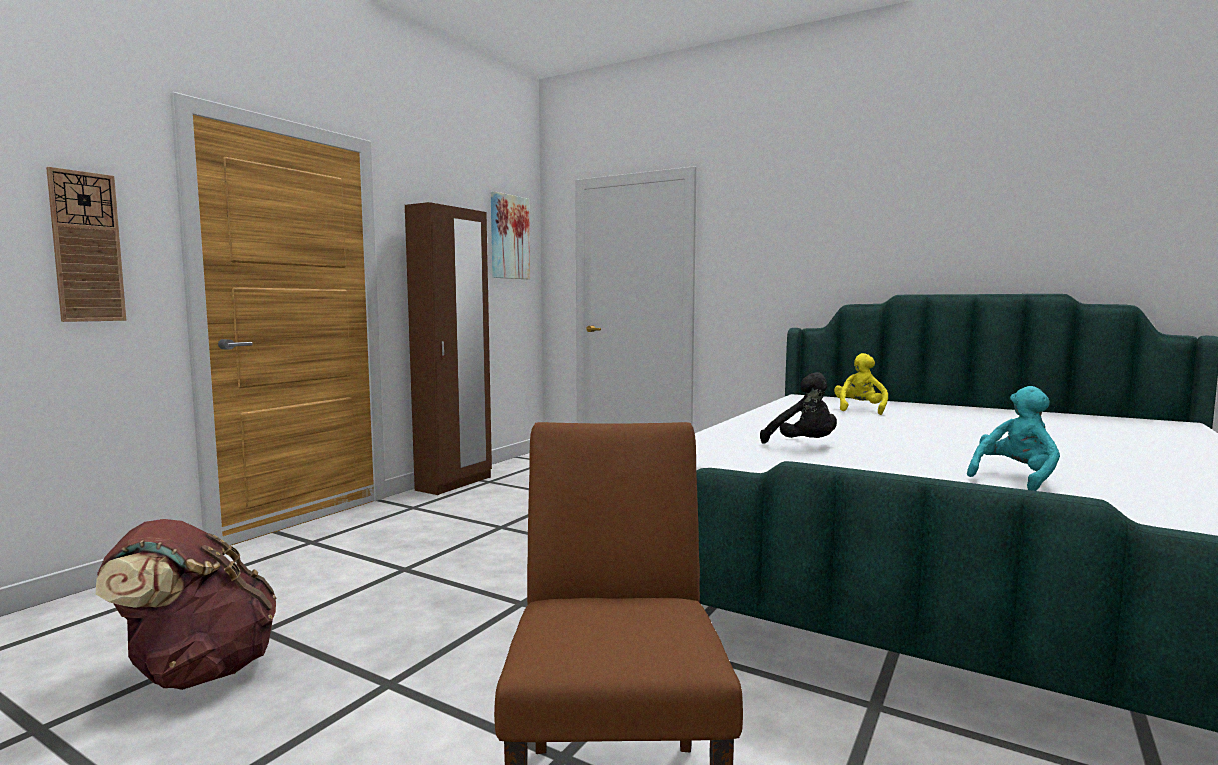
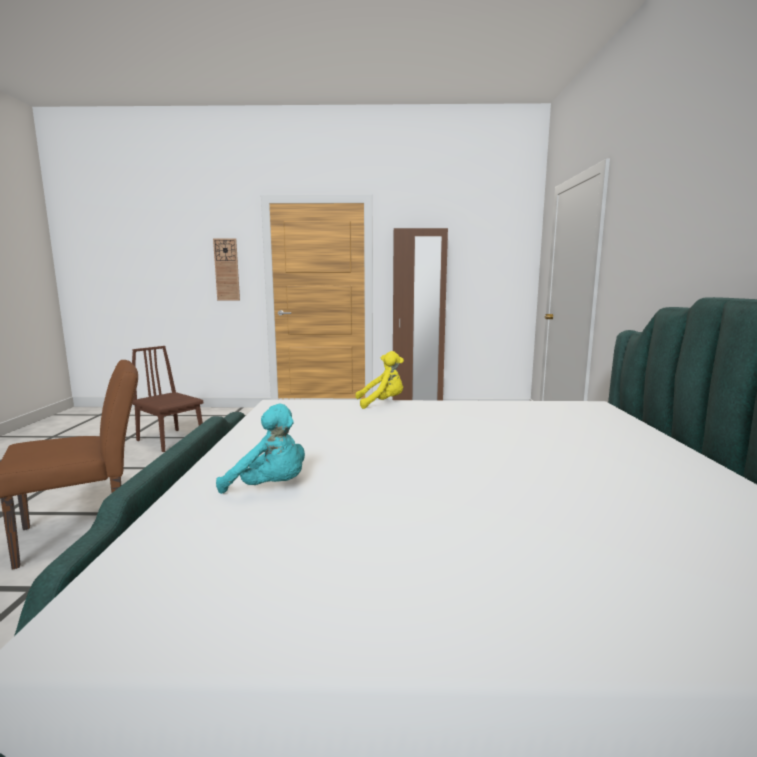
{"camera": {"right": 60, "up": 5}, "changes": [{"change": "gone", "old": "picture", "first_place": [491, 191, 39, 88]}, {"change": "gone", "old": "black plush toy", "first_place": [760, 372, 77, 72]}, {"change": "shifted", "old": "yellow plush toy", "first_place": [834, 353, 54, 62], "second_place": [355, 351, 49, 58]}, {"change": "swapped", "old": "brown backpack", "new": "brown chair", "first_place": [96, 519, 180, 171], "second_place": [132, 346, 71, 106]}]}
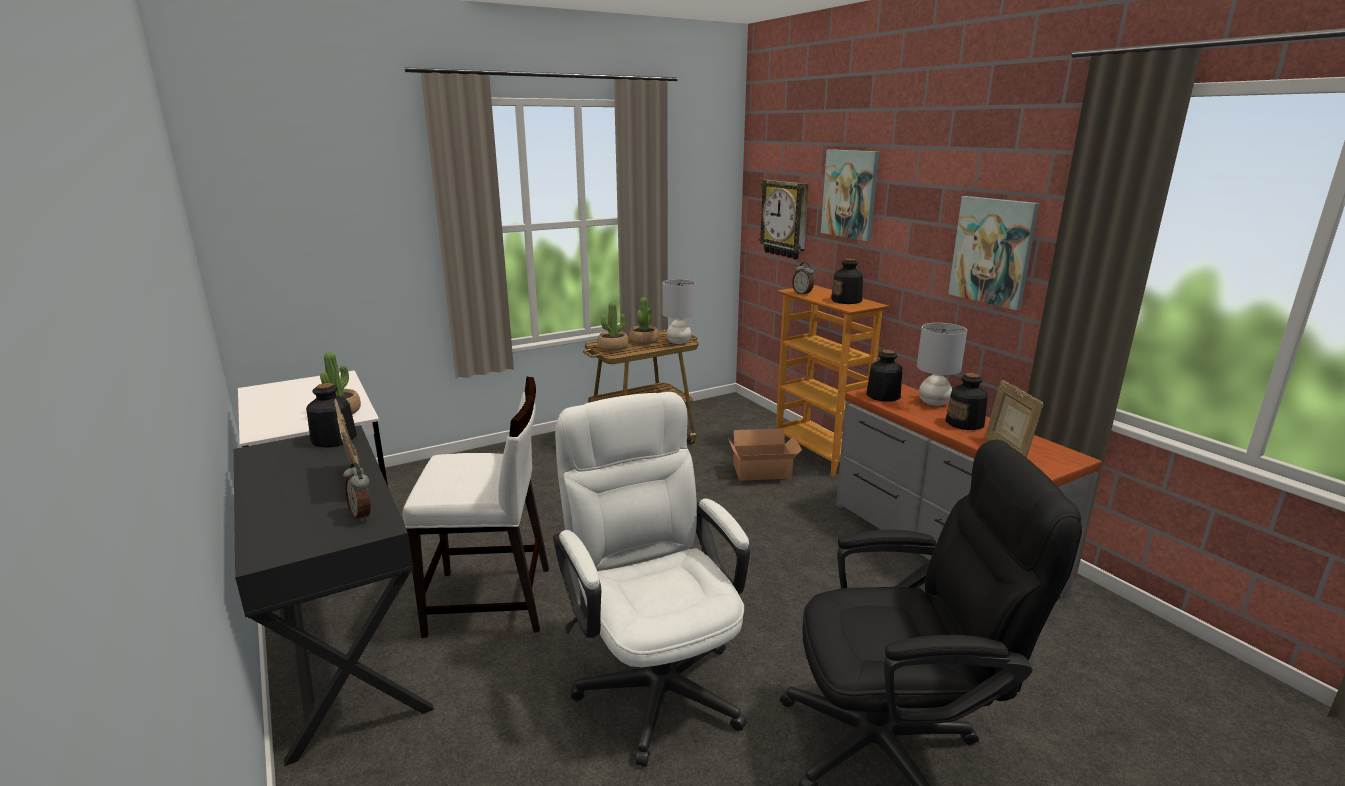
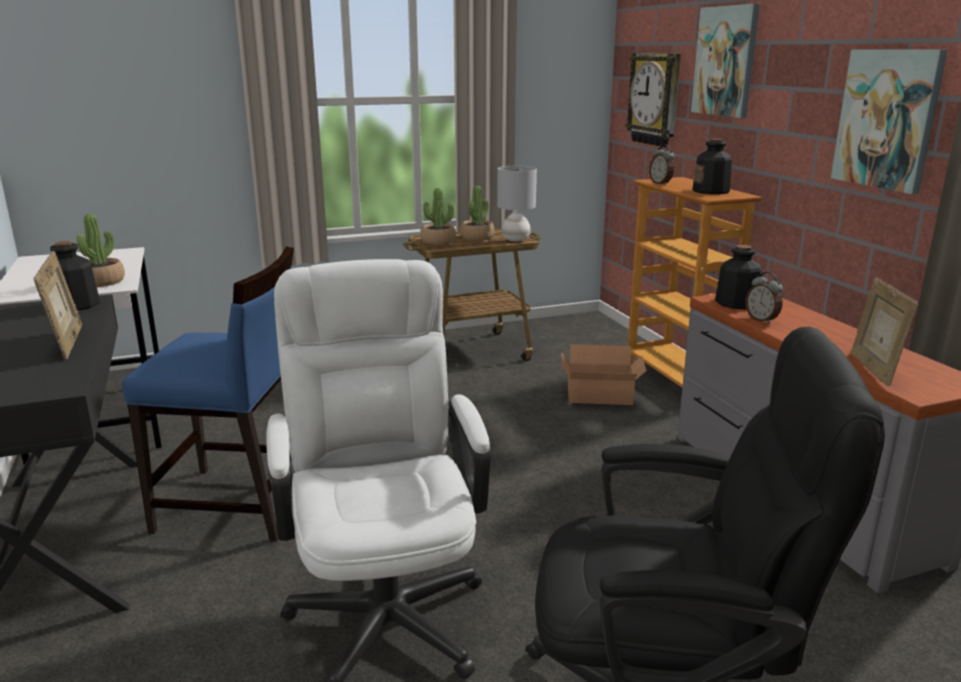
{"camera": {"right": 10, "up": 0}, "changes": [{"change": "gone", "old": "grey table lamp", "first_place": [917, 323, 50, 83]}, {"change": "gone", "old": "bottle", "first_place": [945, 373, 43, 57]}, {"change": "shifted", "old": "alarm clock", "first_place": [343, 463, 28, 59], "second_place": [745, 272, 38, 52]}, {"change": "repainted", "old": "white chair", "new": "blue chair", "first_place": [403, 377, 146, 261], "second_place": [122, 247, 172, 295]}]}
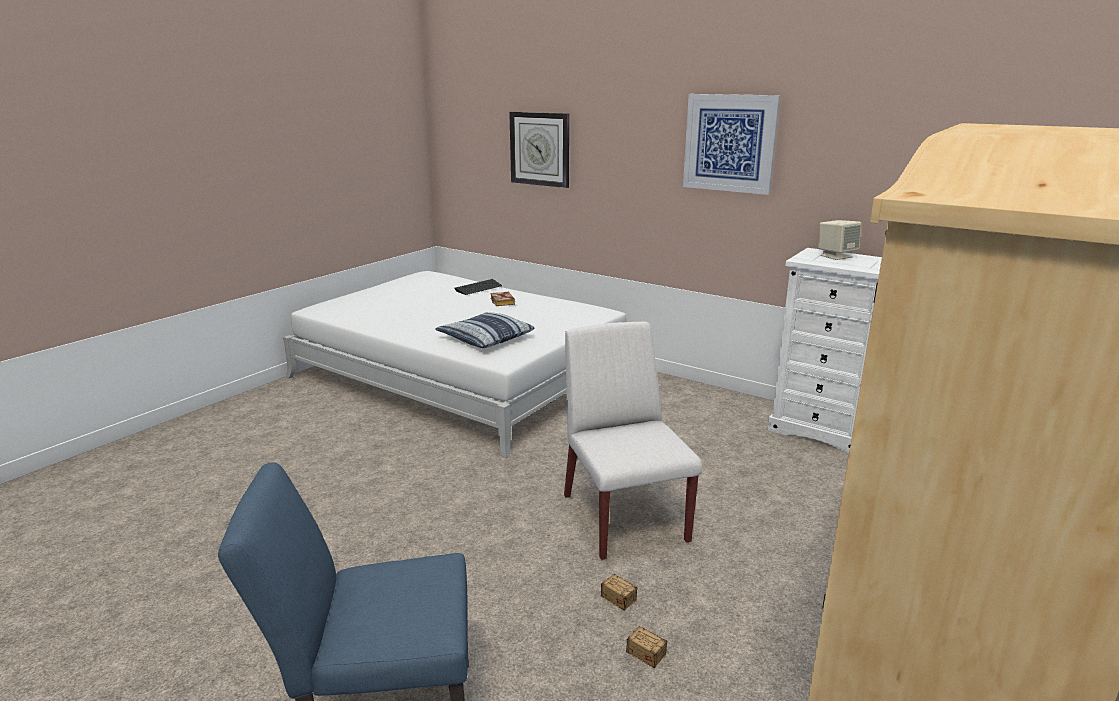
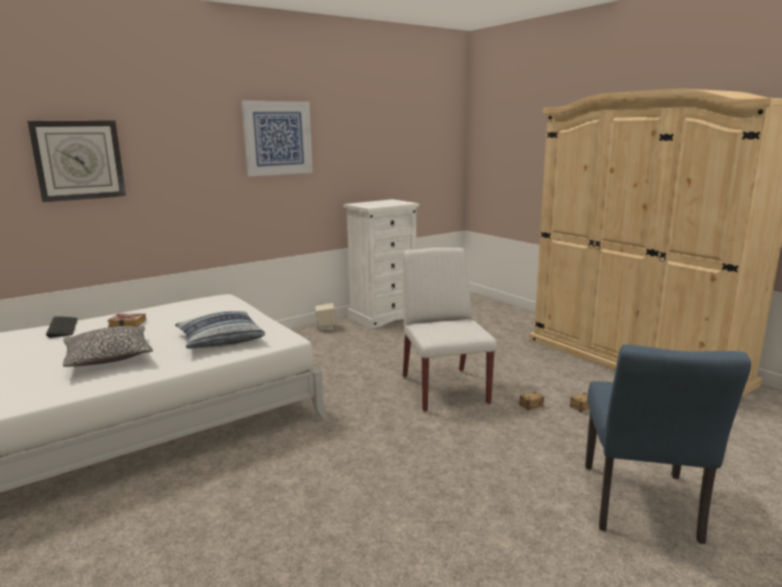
{"camera": {"right": -70, "up": -5}, "changes": [{"change": "new", "new": "pillow", "second_place": [62, 326, 91, 41]}, {"change": "shifted", "old": "beige speaker", "first_place": [818, 220, 43, 40], "second_place": [315, 303, 22, 27]}, {"change": "rotated", "old": "white chair", "first_place": [564, 321, 138, 239], "second_place": [403, 248, 94, 164], "degrees": 75}]}
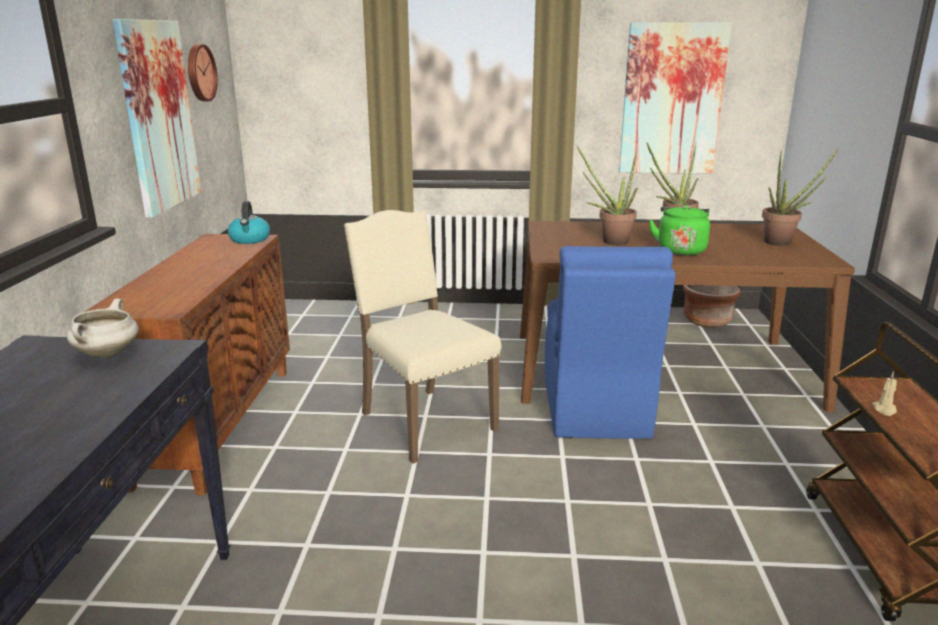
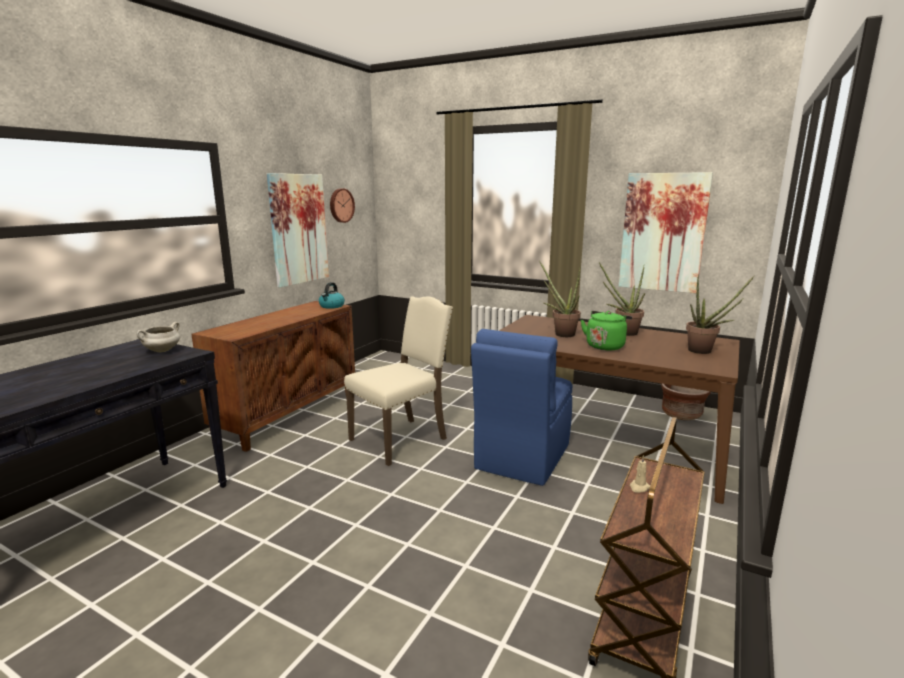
{"camera": {"right": 25, "up": -5}, "changes": [{"change": "rotated", "old": "beige chair", "first_place": [344, 210, 157, 253], "second_place": [344, 296, 109, 170], "degrees": 60}]}
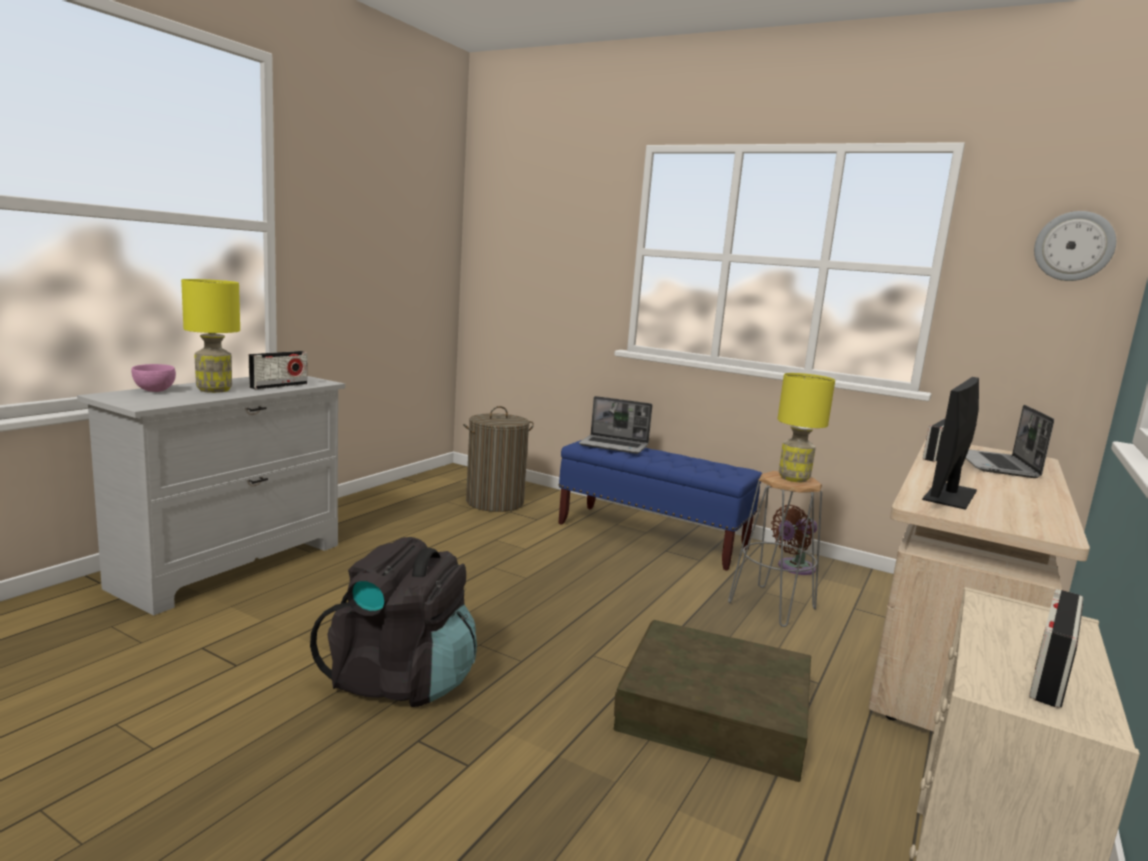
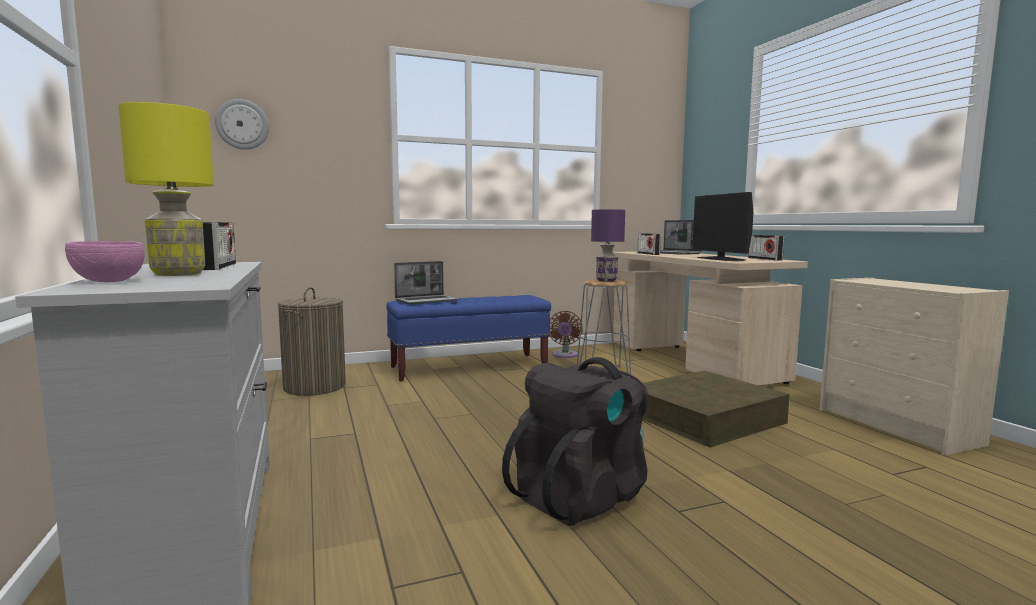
{"camera": {"right": -50, "up": -5}, "changes": [{"change": "shifted", "old": "radio", "first_place": [1029, 589, 55, 119], "second_place": [748, 235, 36, 26]}, {"change": "shifted", "old": "wall clock", "first_place": [1034, 211, 82, 70], "second_place": [215, 99, 54, 51]}, {"change": "repainted", "old": "yellow table lamp", "new": "purple table lamp", "first_place": [778, 373, 57, 109], "second_place": [591, 209, 34, 73]}]}
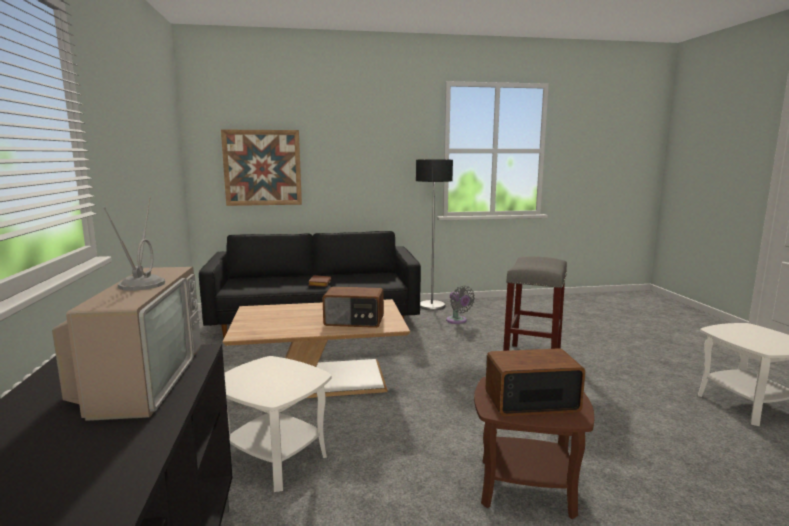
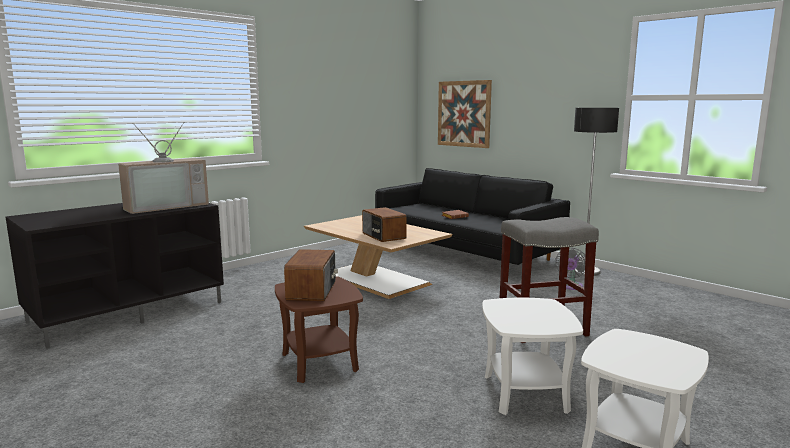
{"camera": {"right": 55, "up": 0}, "changes": [{"change": "shifted", "old": "white side table", "first_place": [224, 356, 107, 136], "second_place": [482, 298, 101, 117]}, {"change": "rotated", "old": "radio", "first_place": [485, 348, 101, 68], "second_place": [284, 249, 54, 52], "degrees": 45}]}
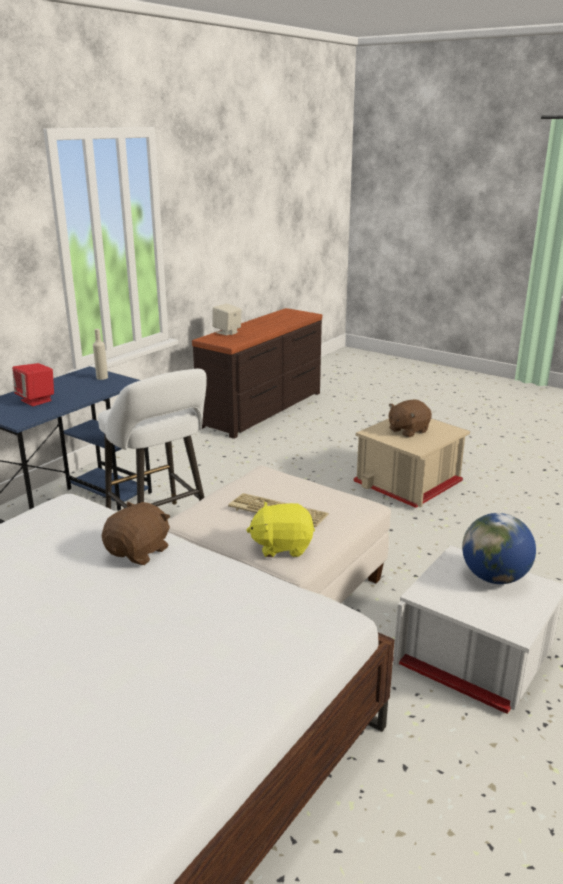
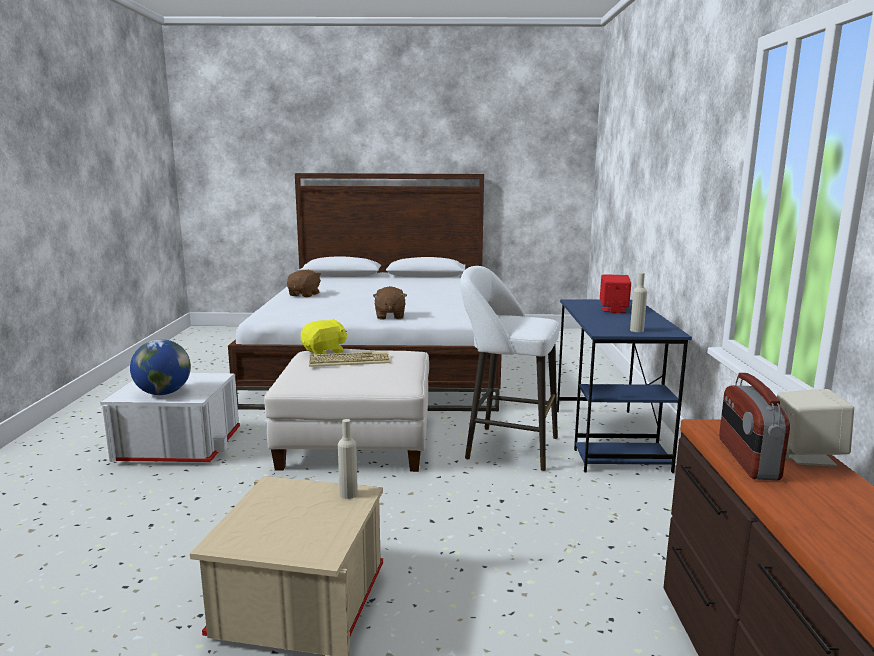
{"camera": {"right": 145, "up": -10}, "changes": [{"change": "new", "new": "beige bottle", "second_place": [338, 419, 20, 80]}, {"change": "new", "new": "radio", "second_place": [719, 373, 71, 107]}, {"change": "shifted", "old": "brown plush toy", "first_place": [389, 399, 43, 38], "second_place": [287, 270, 34, 27]}]}
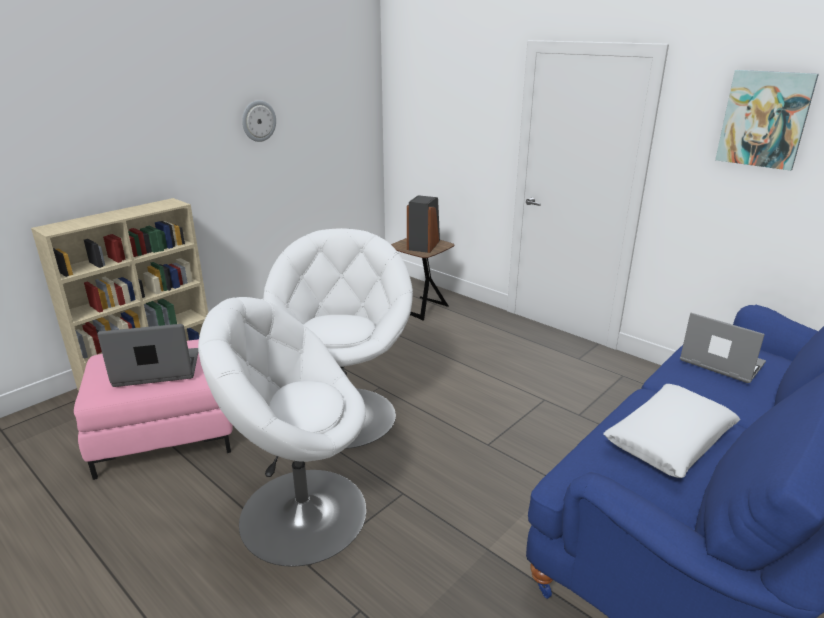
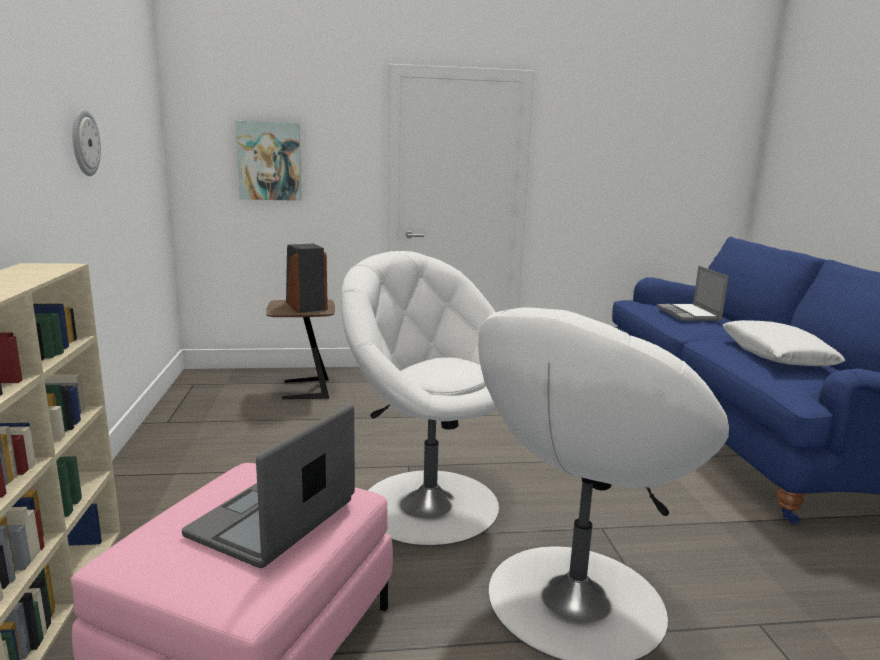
{"camera": {"right": -50, "up": -10}, "changes": [{"change": "shifted", "old": "picture", "first_place": [715, 70, 104, 101], "second_place": [235, 121, 67, 80]}, {"change": "rotated", "old": "laptop", "first_place": [680, 312, 86, 71], "second_place": [657, 266, 72, 55], "degrees": -90}]}
